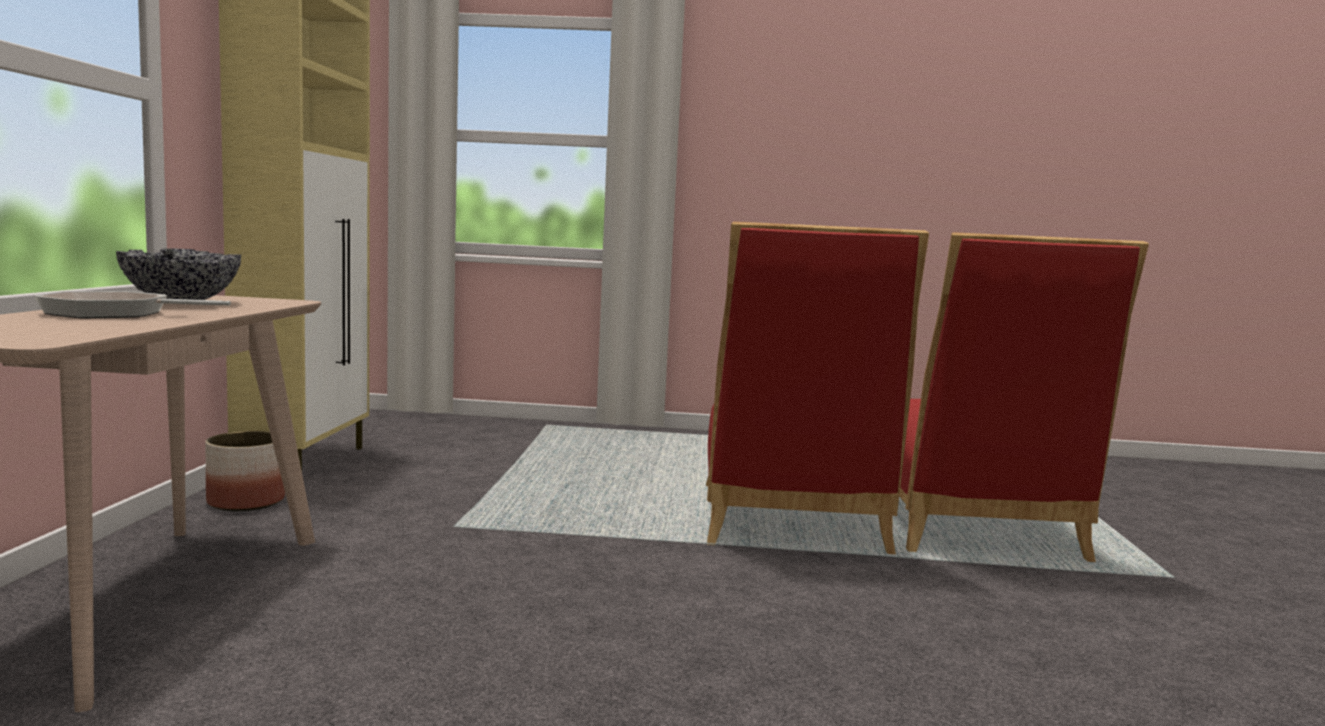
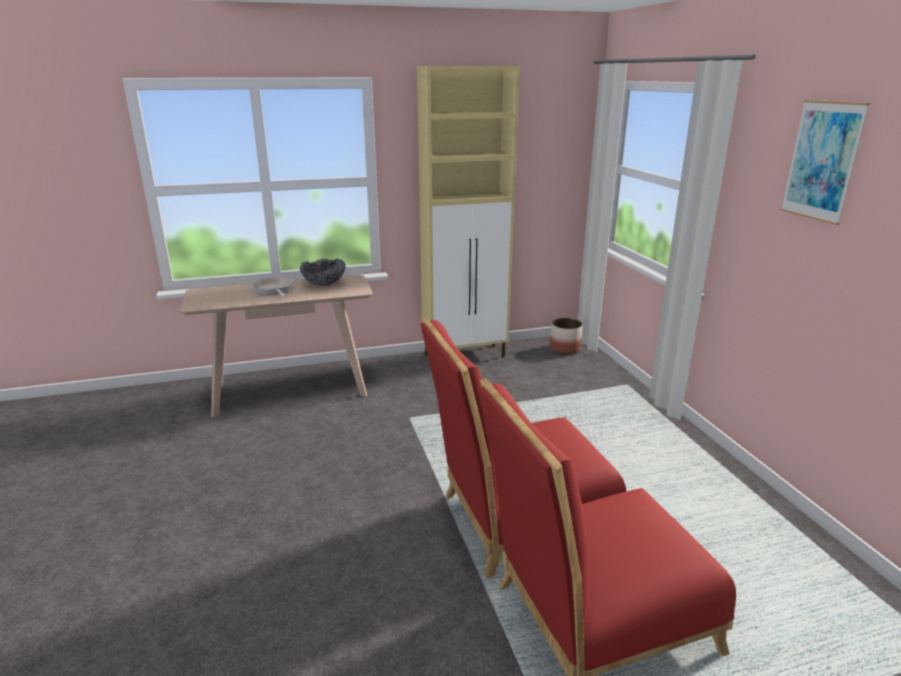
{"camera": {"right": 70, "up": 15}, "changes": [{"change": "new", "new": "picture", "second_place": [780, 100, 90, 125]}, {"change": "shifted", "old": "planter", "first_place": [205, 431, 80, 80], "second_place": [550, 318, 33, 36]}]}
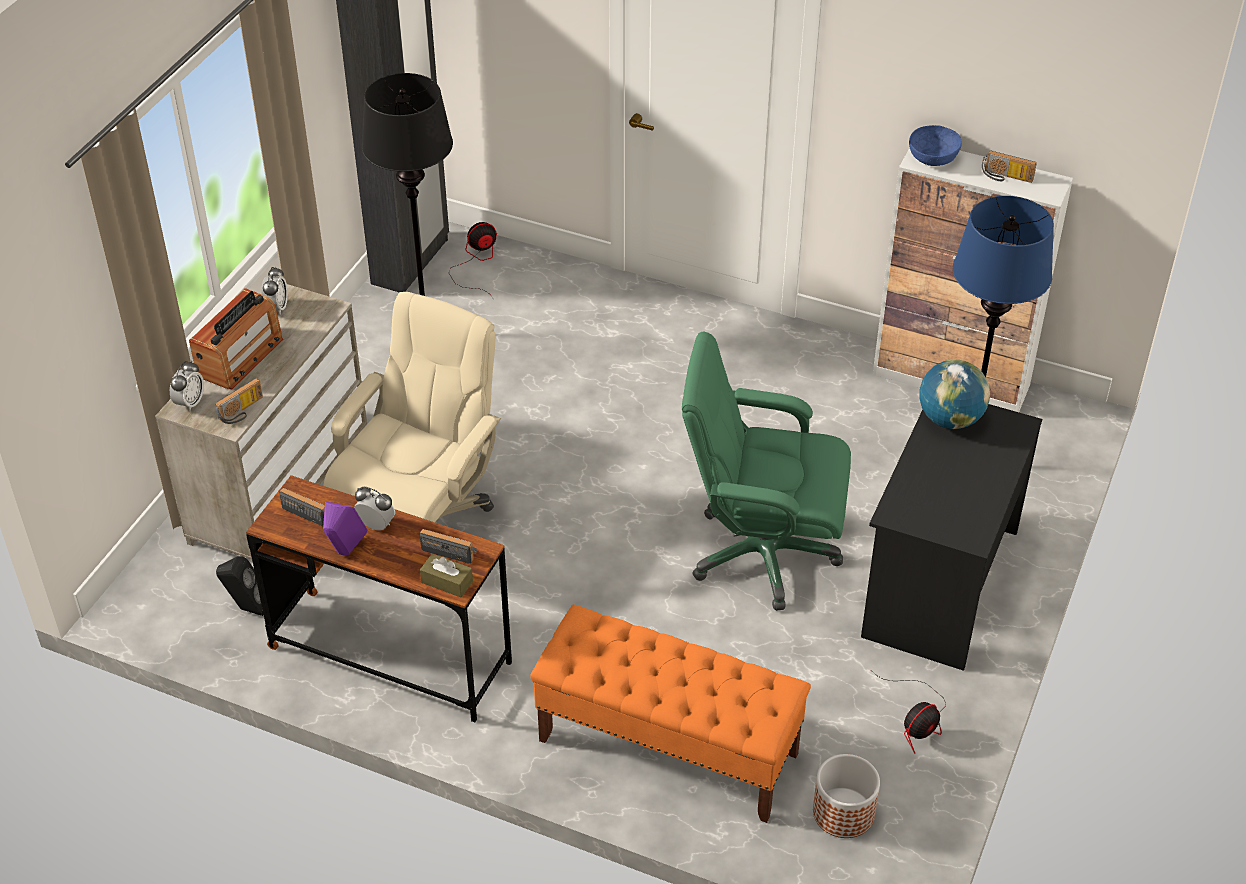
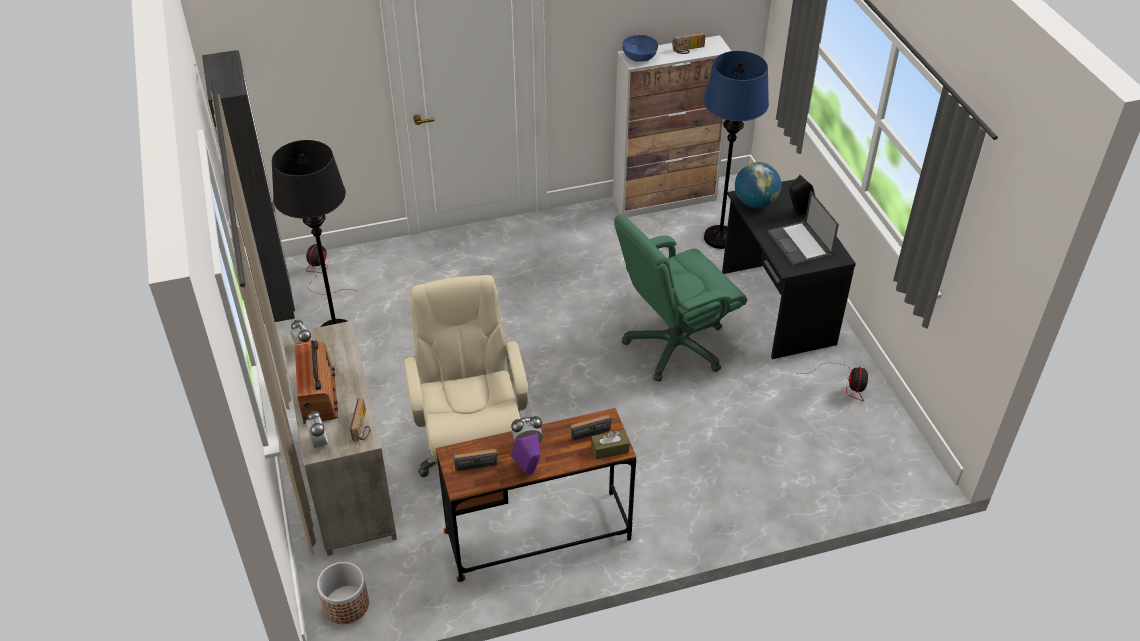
{"camera": {"right": -40, "up": 0}, "changes": [{"change": "gone", "old": "orange bench", "first_place": [530, 604, 281, 219]}, {"change": "new", "new": "laptop", "second_place": [768, 191, 71, 75]}, {"change": "shifted", "old": "black speaker", "first_place": [216, 556, 47, 60], "second_place": [789, 175, 26, 40]}, {"change": "shifted", "old": "planter", "first_place": [813, 754, 67, 84], "second_place": [317, 562, 52, 62]}]}
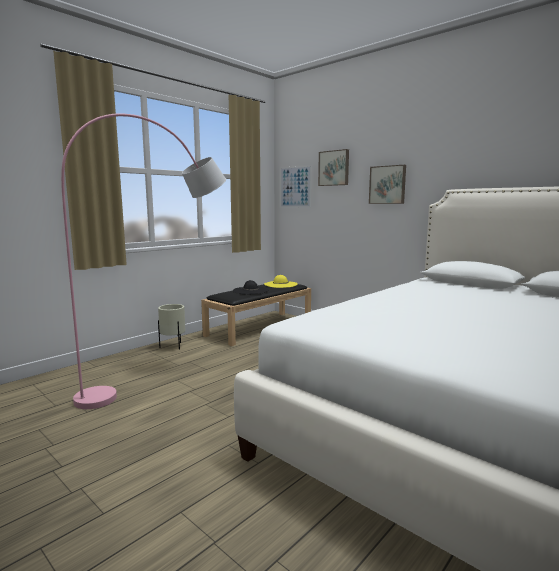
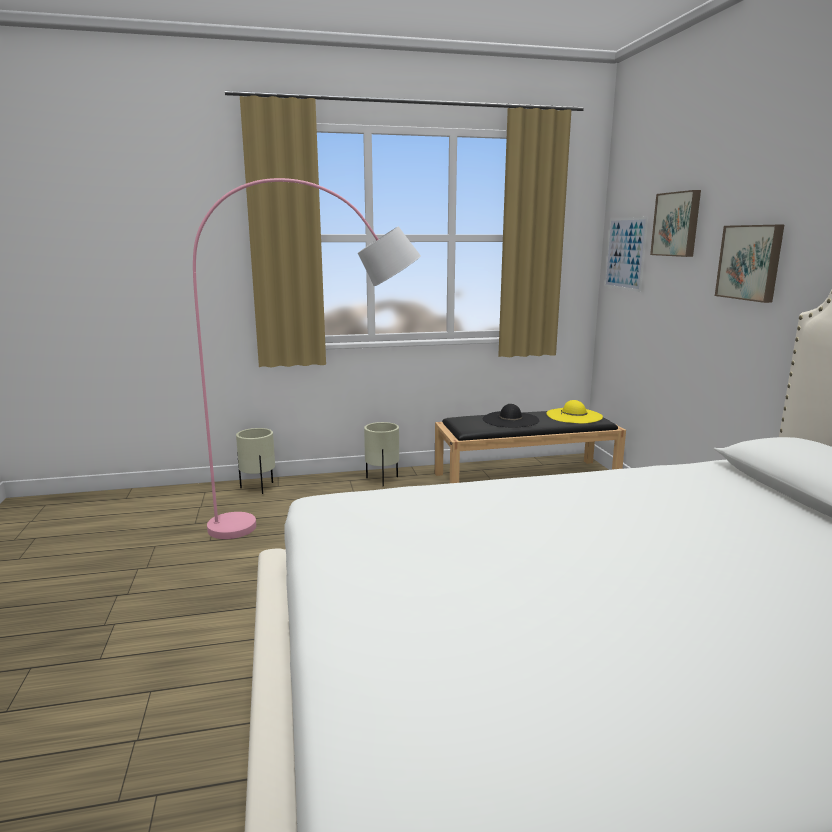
{"camera": {"right": 35, "up": 5}, "changes": [{"change": "new", "new": "beige planter", "second_place": [236, 428, 39, 66]}]}
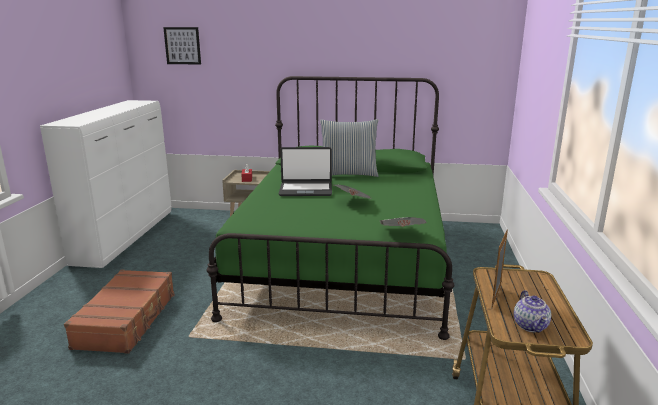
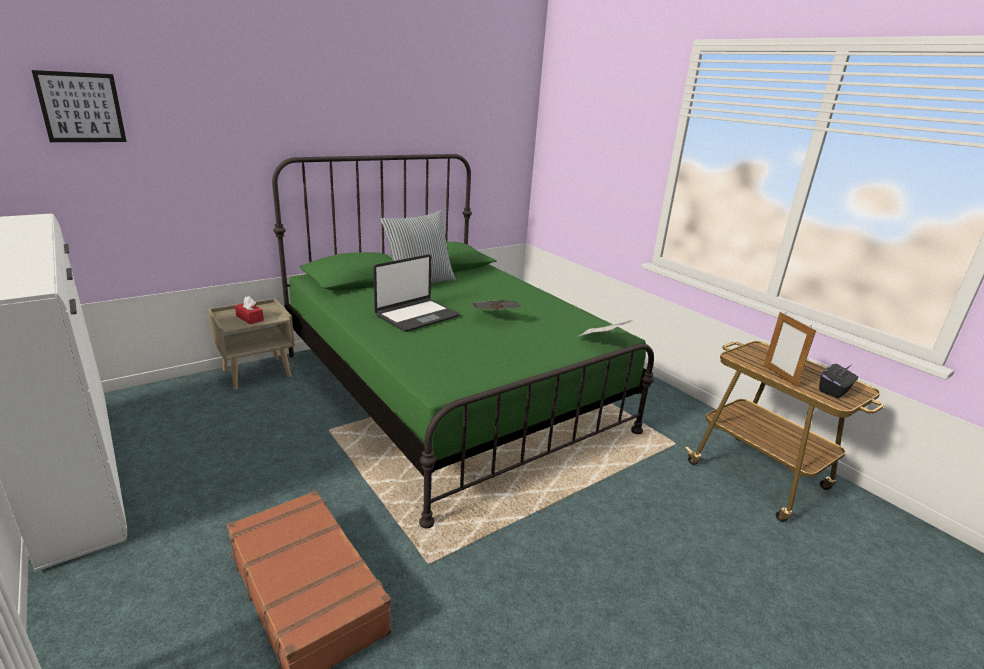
{"camera": {"right": -45, "up": 5}, "changes": [{"change": "swapped", "old": "teapot", "new": "black tissue box", "first_place": [514, 290, 37, 43], "second_place": [819, 364, 40, 34]}]}
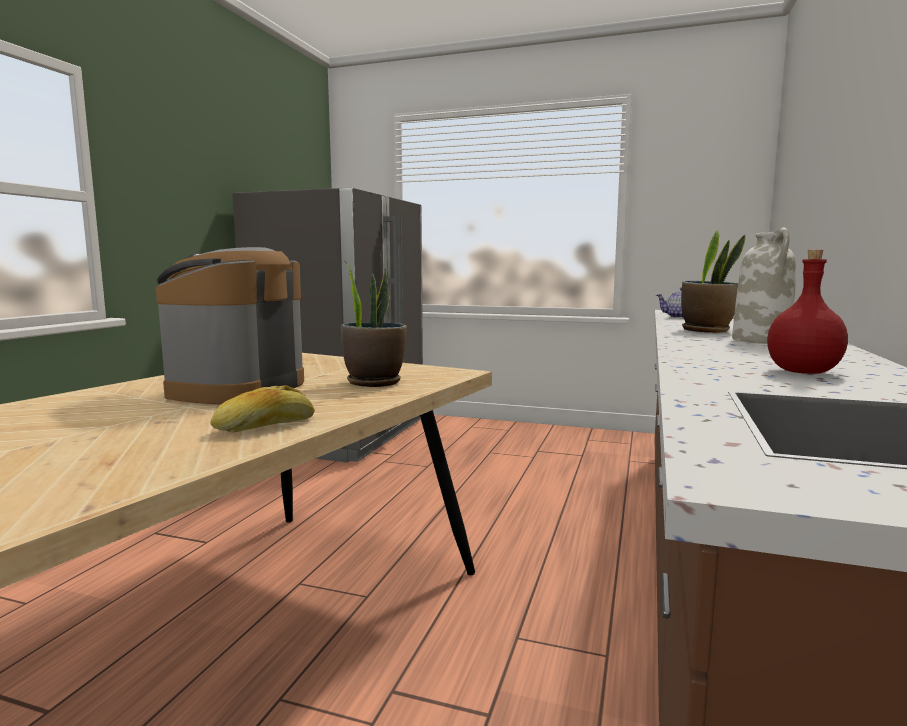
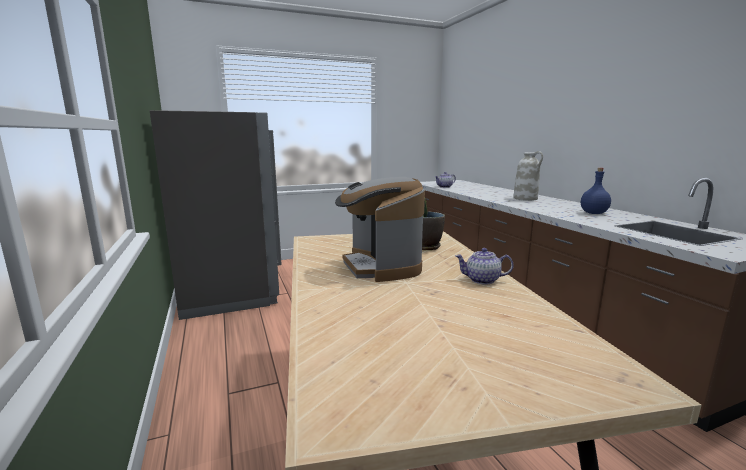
{"camera": {"right": -40, "up": 5}, "changes": [{"change": "gone", "old": "potted plant", "first_place": [681, 230, 65, 103]}, {"change": "swapped", "old": "bread", "new": "teapot", "first_place": [210, 385, 105, 48], "second_place": [455, 248, 59, 37]}, {"change": "repainted", "old": "red bottle", "new": "blue bottle", "first_place": [767, 249, 81, 125], "second_place": [581, 168, 30, 46]}]}
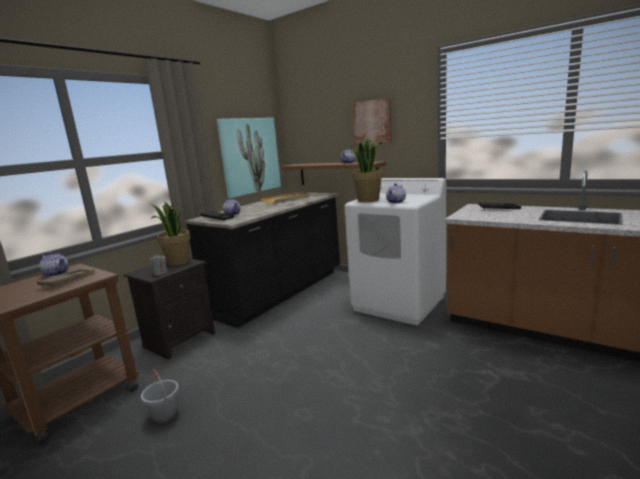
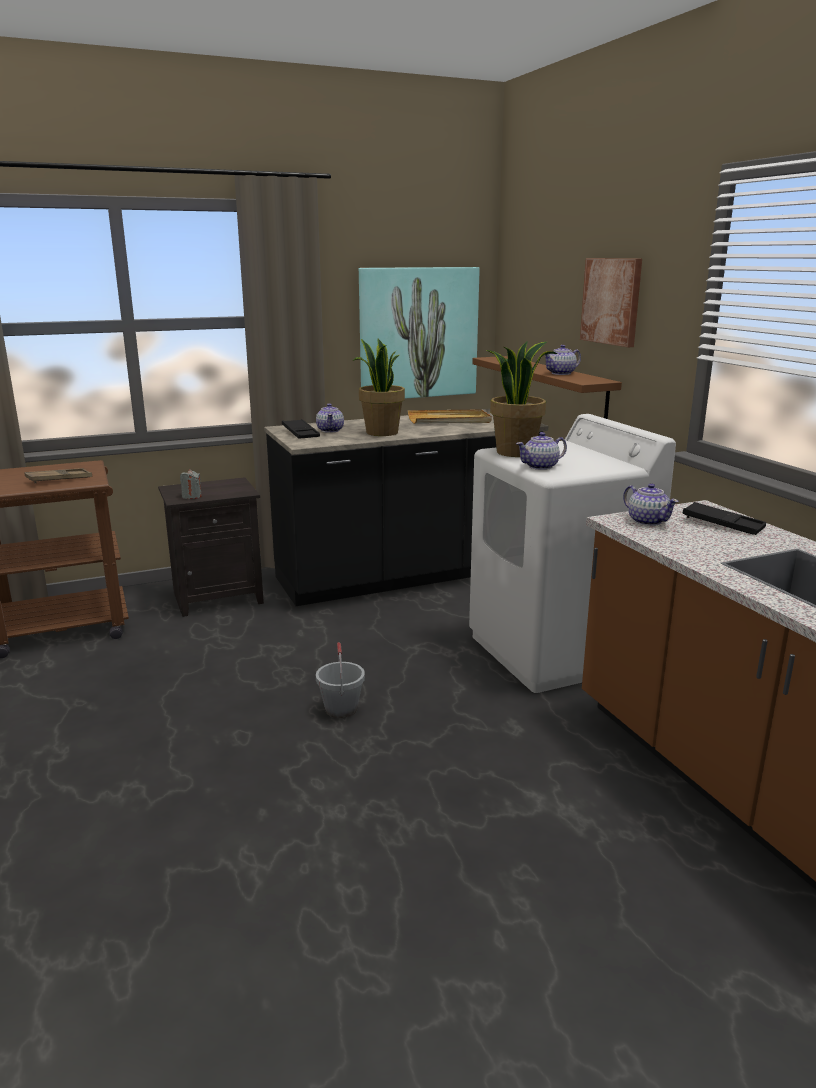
{"camera": {"right": 30, "up": 5}, "changes": [{"change": "shifted", "old": "teapot", "first_place": [39, 252, 30, 25], "second_place": [623, 483, 56, 43]}, {"change": "shifted", "old": "grey bucket", "first_place": [141, 369, 38, 55], "second_place": [316, 642, 49, 76]}, {"change": "shifted", "old": "potted plant", "first_place": [150, 201, 41, 65], "second_place": [353, 339, 52, 97]}]}
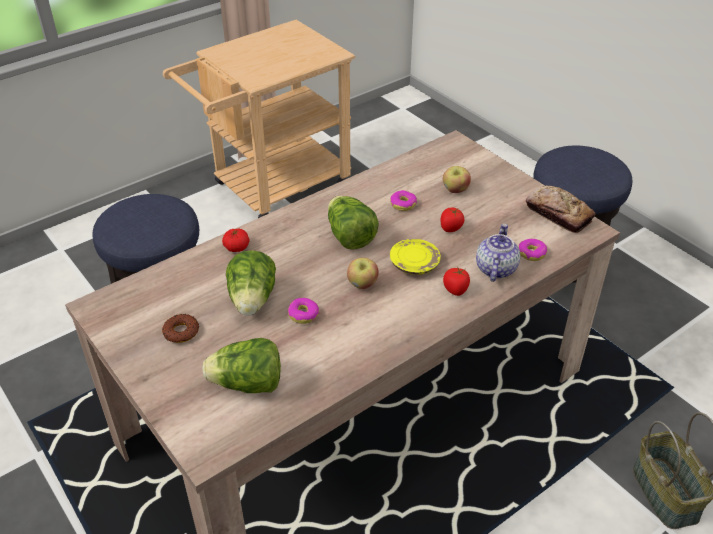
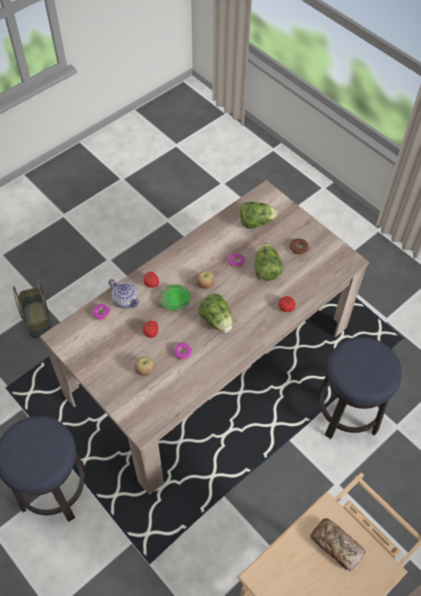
{"camera": {"right": 175, "up": 15}, "changes": [{"change": "shifted", "old": "bread", "first_place": [526, 186, 69, 47], "second_place": [311, 518, 54, 53]}, {"change": "repainted", "old": "yellow plate", "new": "green plate", "first_place": [390, 239, 51, 36], "second_place": [160, 284, 30, 27]}, {"change": "rotated", "old": "teapot", "first_place": [476, 223, 44, 59], "second_place": [109, 279, 31, 30], "degrees": -60}]}
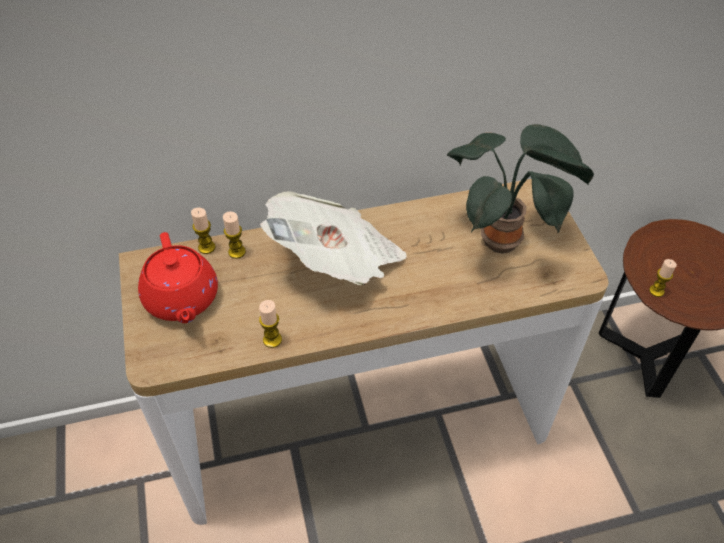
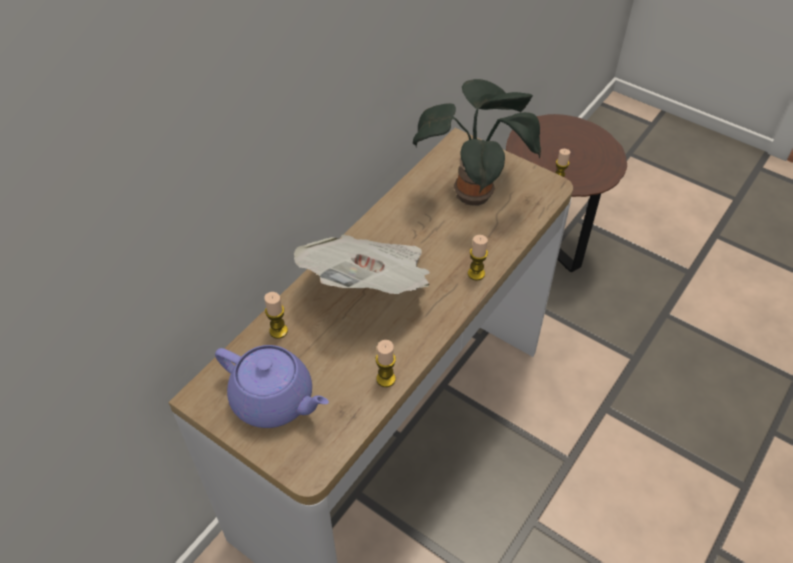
{"camera": {"right": -40, "up": 0}, "changes": [{"change": "shifted", "old": "candle", "first_place": [191, 207, 25, 47], "second_place": [468, 235, 20, 46]}, {"change": "repainted", "old": "red teapot", "new": "purple teapot", "first_place": [138, 232, 80, 91], "second_place": [215, 345, 114, 83]}]}
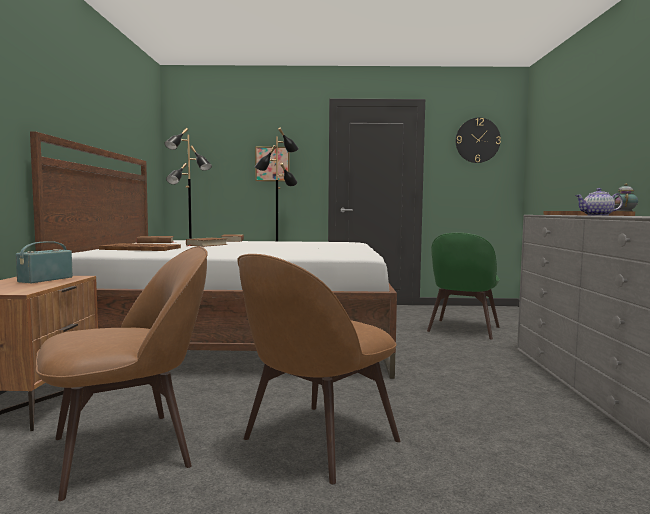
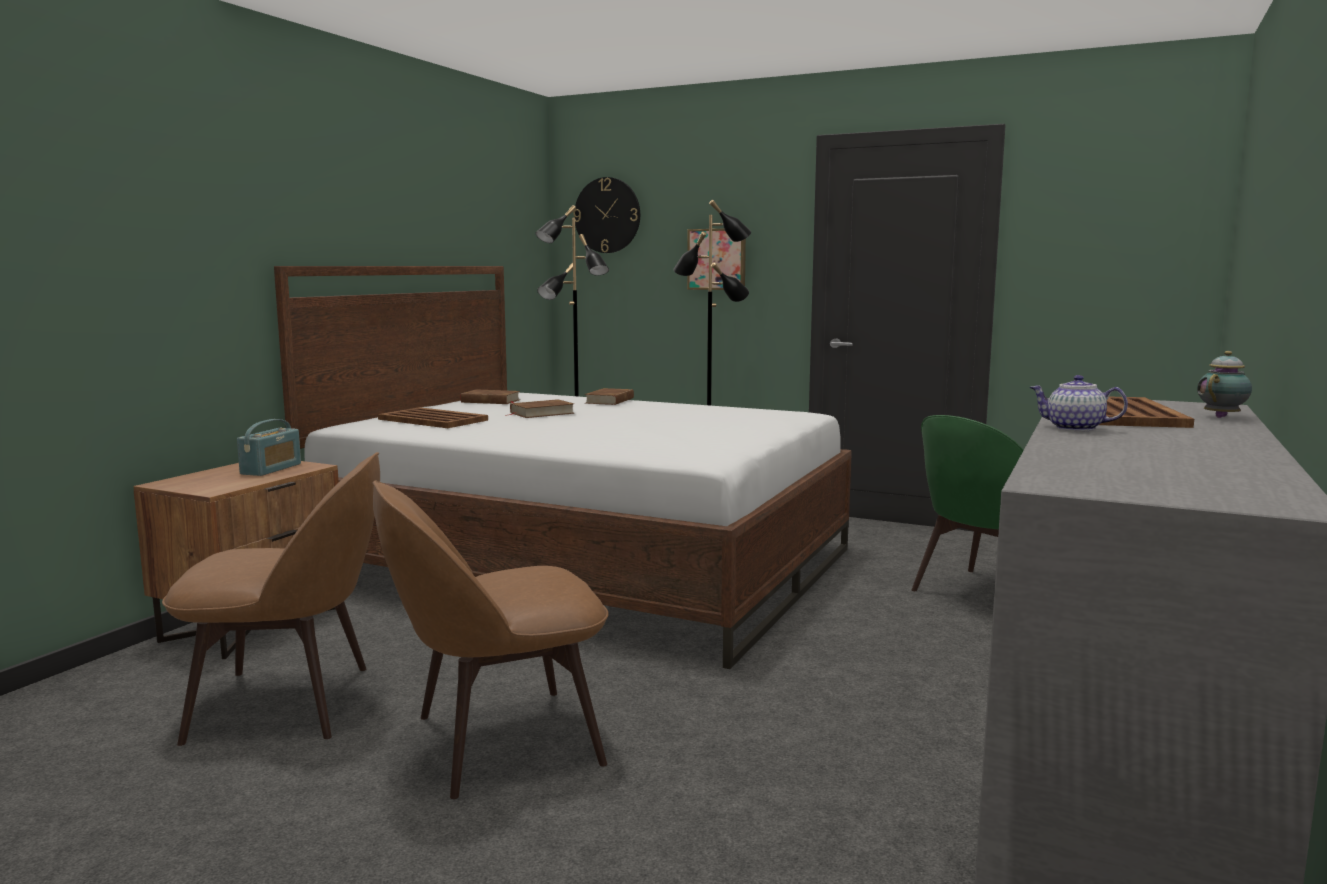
{"camera": {"right": 25, "up": 5}, "changes": [{"change": "shifted", "old": "wall clock", "first_place": [456, 118, 45, 45], "second_place": [573, 177, 67, 76]}, {"change": "rotated", "old": "radio", "first_place": [16, 241, 57, 42], "second_place": [237, 419, 64, 57], "degrees": 150}]}
